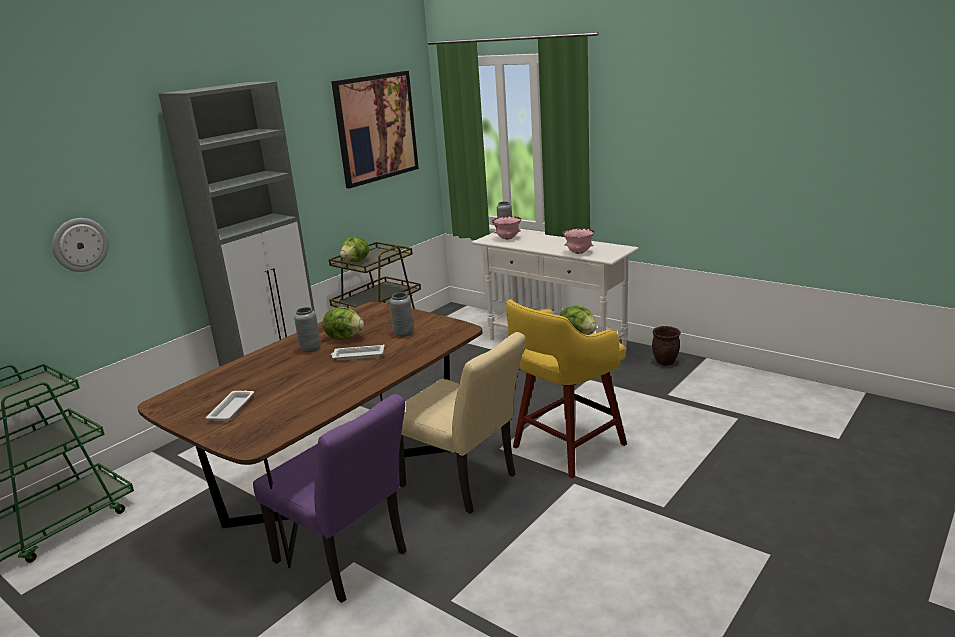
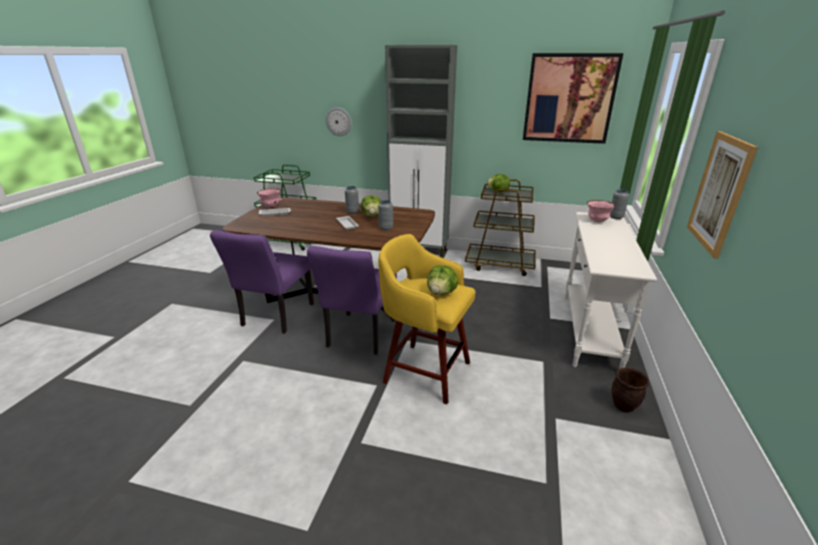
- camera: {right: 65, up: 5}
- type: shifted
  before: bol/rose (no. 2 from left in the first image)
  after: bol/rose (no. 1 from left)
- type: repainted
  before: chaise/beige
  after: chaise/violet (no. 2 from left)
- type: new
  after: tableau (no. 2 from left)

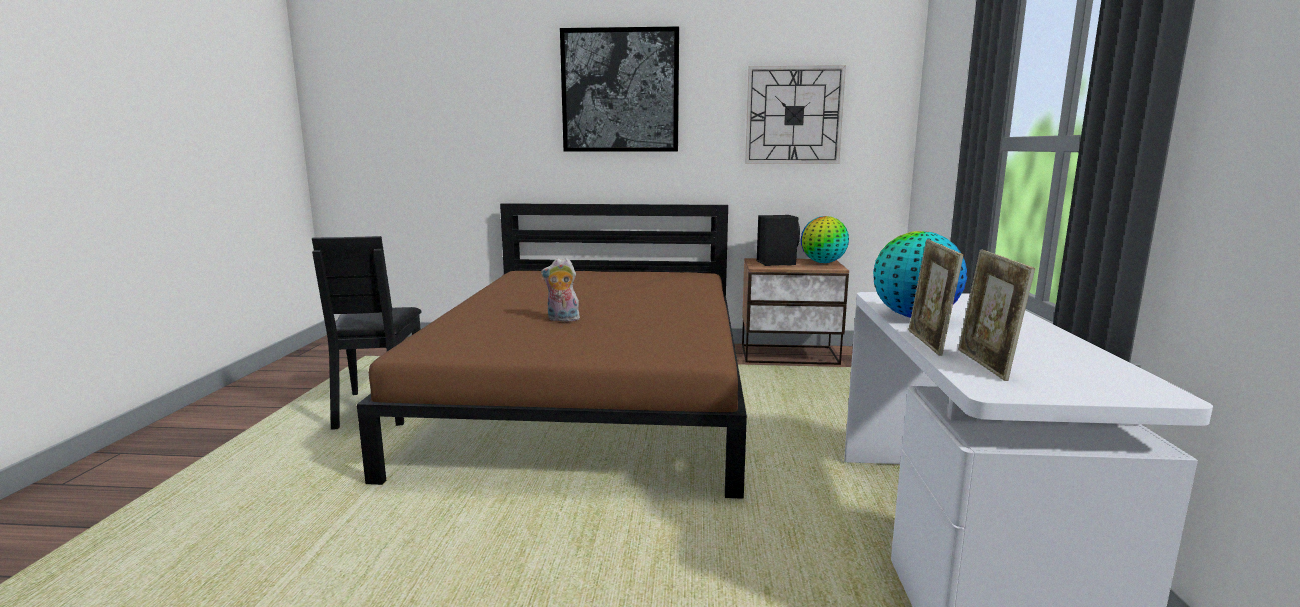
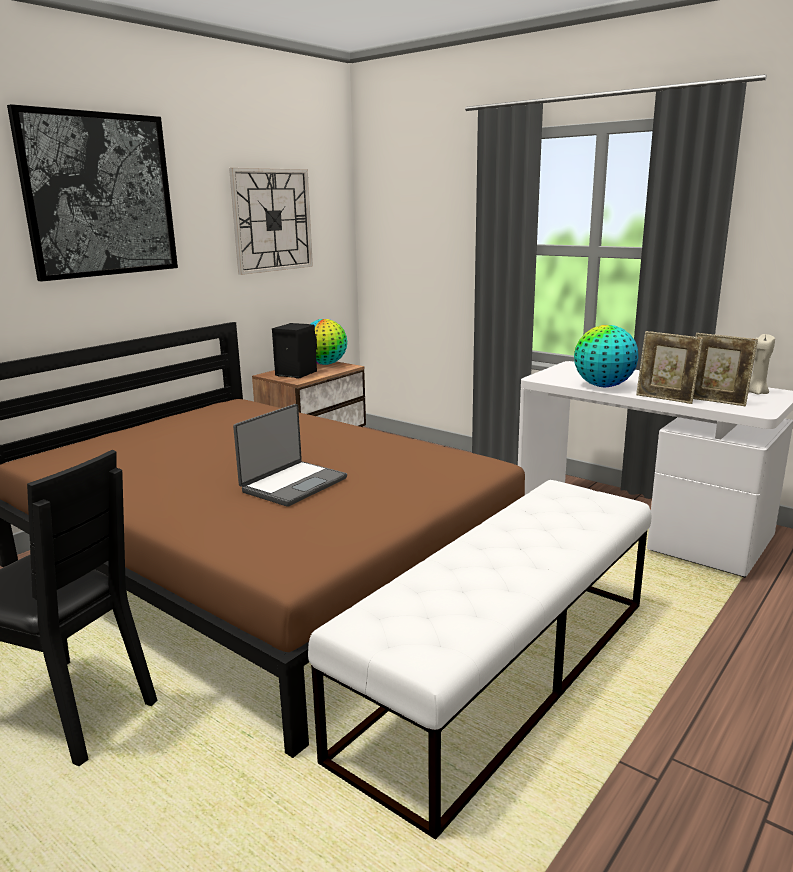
- camera: {right: -55, up: 5}
- type: swapped
  before: peluche
  after: ordinateur portable
- type: new
  after: banc/blanc
- type: new
  after: bougie/beige

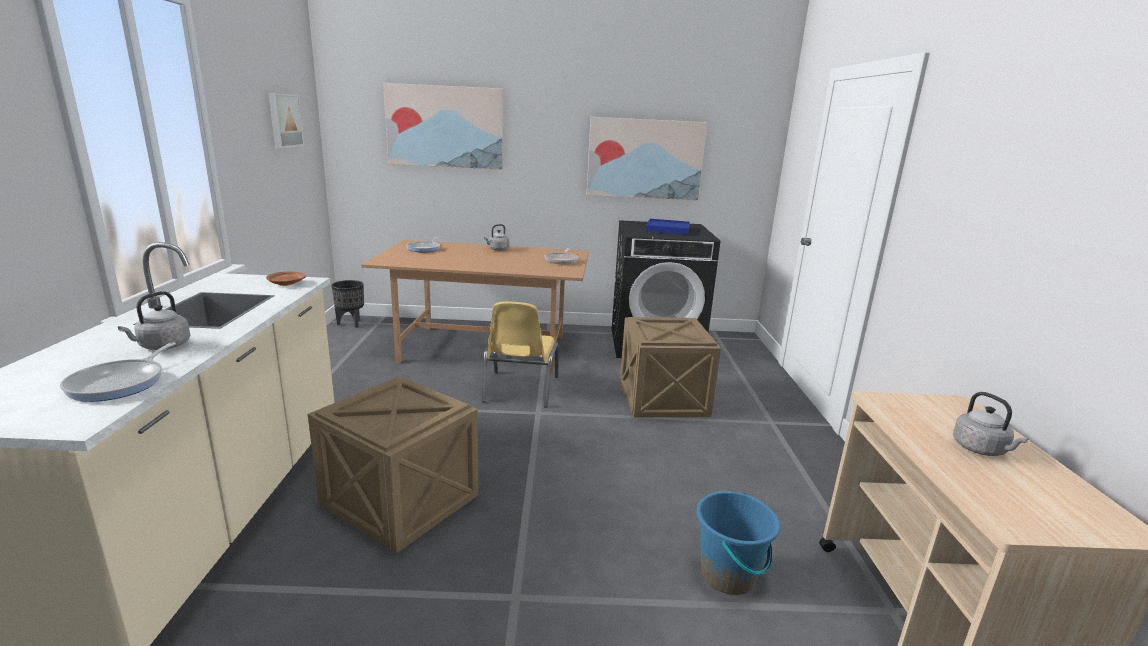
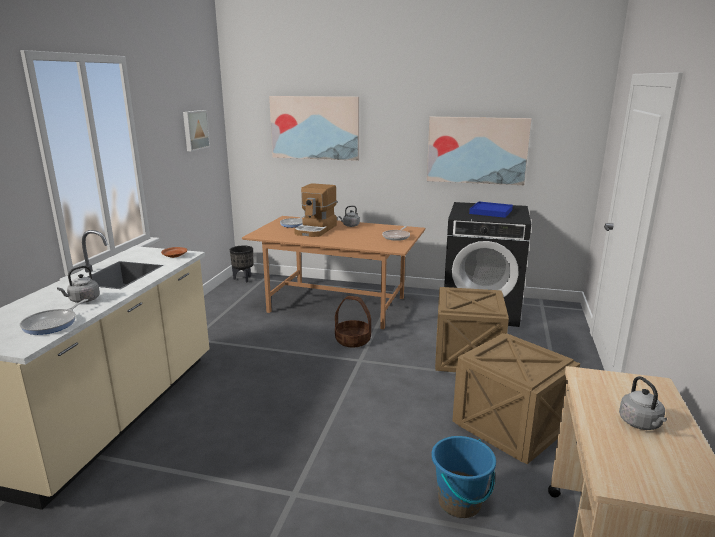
- camera: {right: 15, up: 0}
- type: new
  after: machine à café
- type: swapped
  before: chaise/jaune
  after: panier
- type: shifted
  before: caisse (no. 1 from left in the first image)
  after: caisse (no. 2 from left)

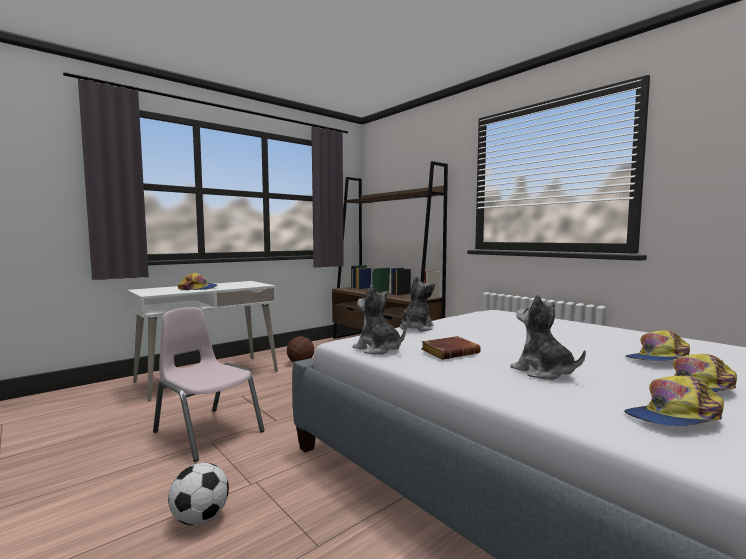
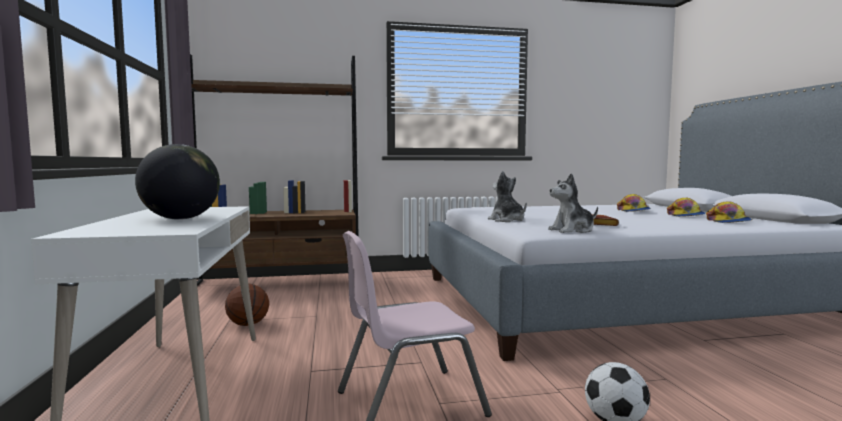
- camera: {right: -60, up: 0}
- type: swapped
  before: casquette (no. 1 from left)
  after: globe
- type: gone
  before: peluche (no. 3 from left)

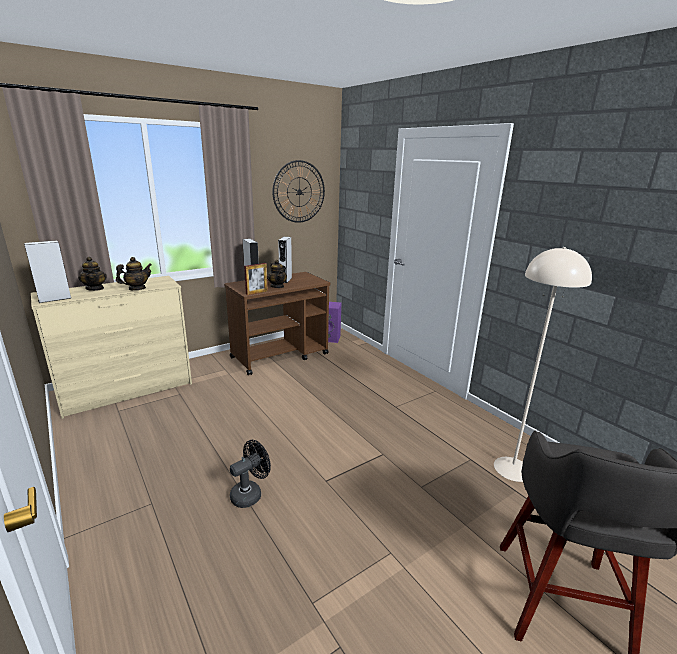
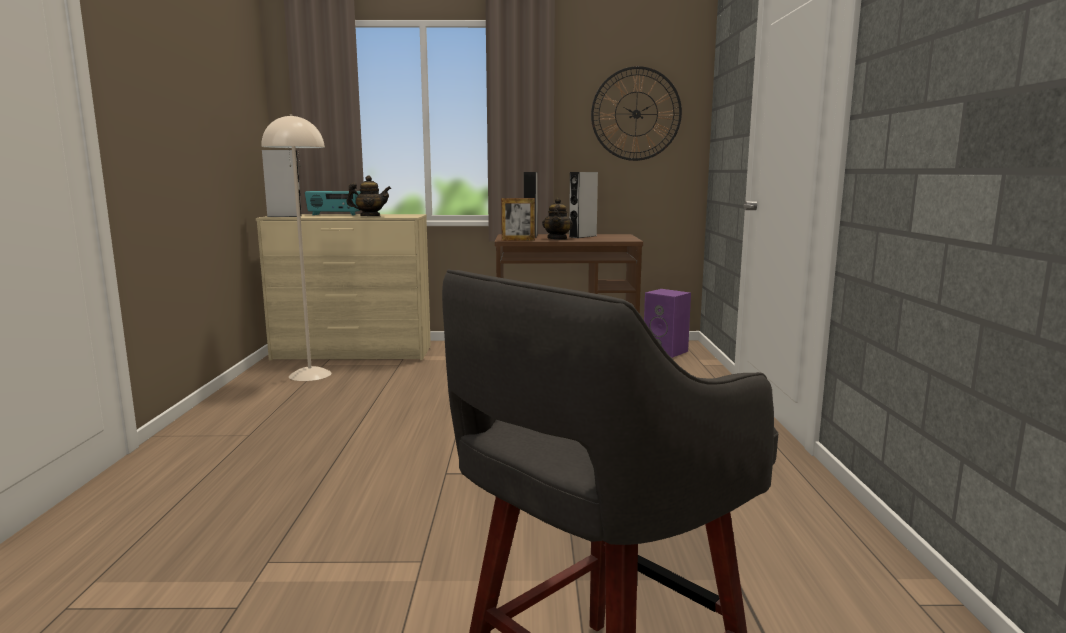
- camera: {right: 35, up: -10}
- type: shifted
  before: lampadaire/beige
- type: swapped
  before: théière (no. 1 from left)
  after: radio
- type: gone
  before: ventilateur/noir

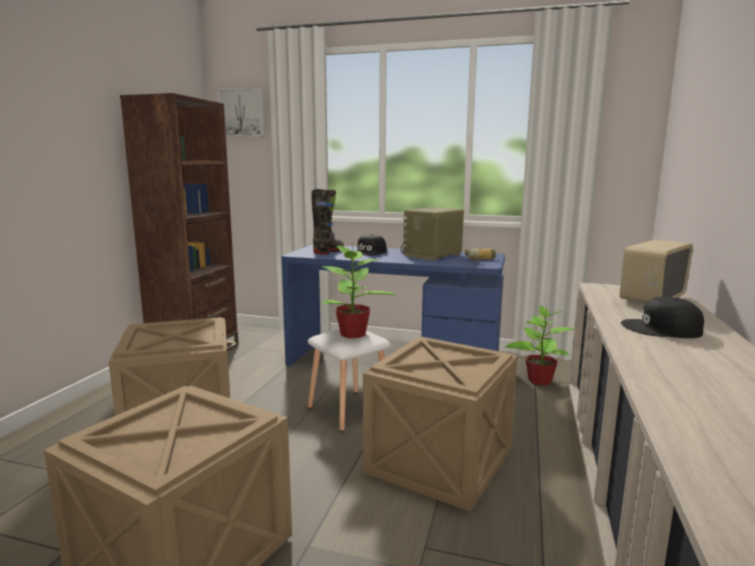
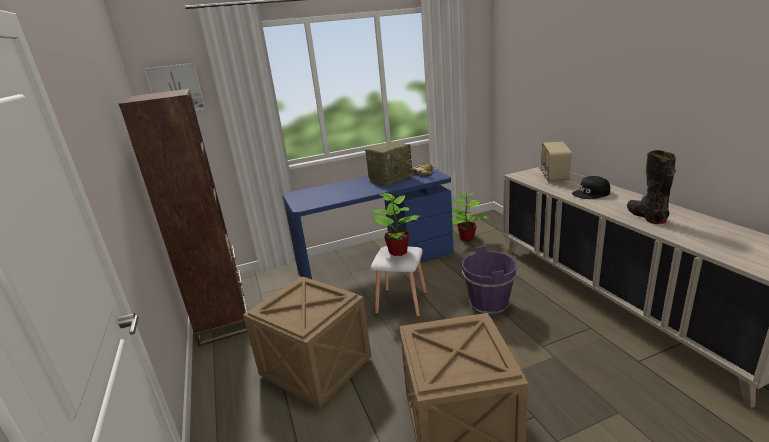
- camera: {right: -35, up: 10}
- type: rotated
  before: radio (no. 1 from left)
  turn: -135
- type: swapped
  before: caisse (no. 3 from left)
  after: seau/violet
- type: shifted
  before: botte/noir
- type: gone
  before: casquette/noir (no. 1 from left)

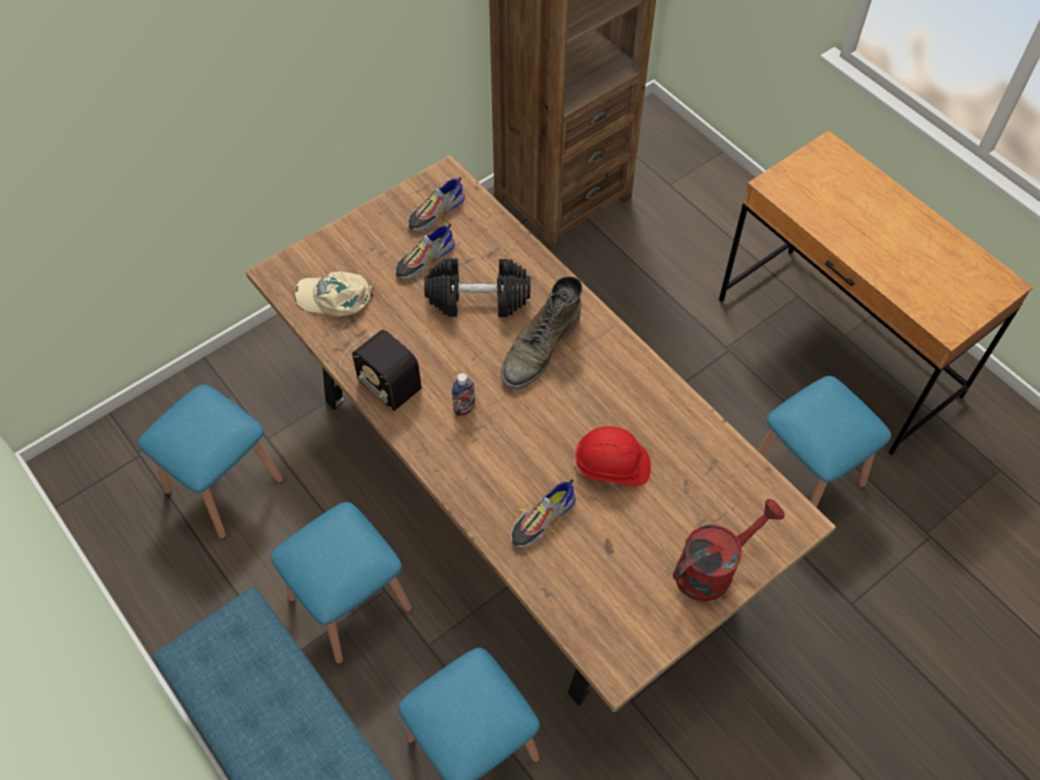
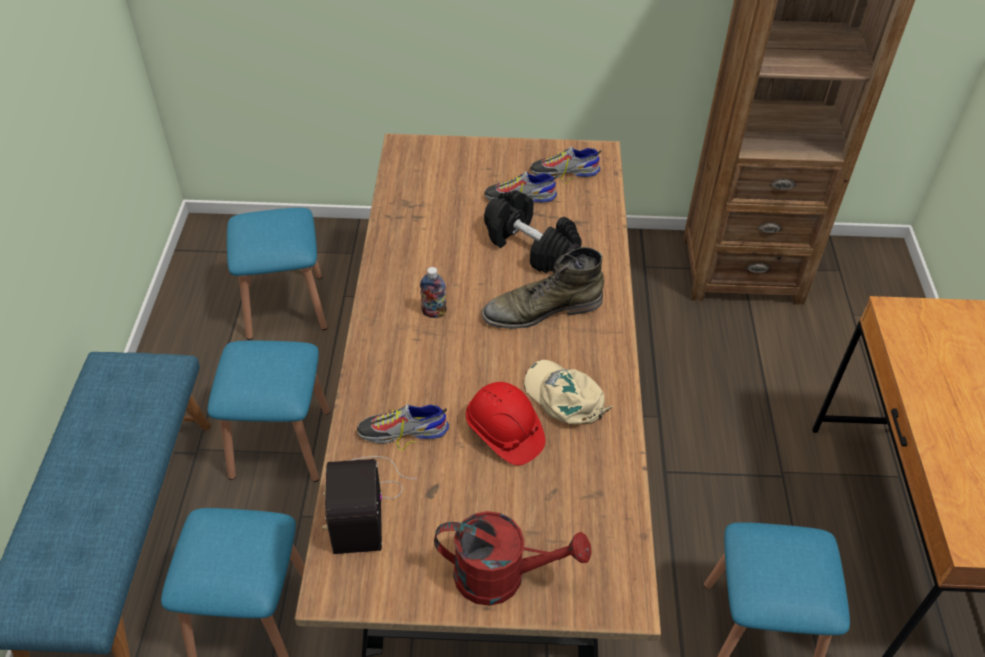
- camera: {right: 40, up: -10}
- type: shifted
  before: radio
- type: shifted
  before: casquette/beige

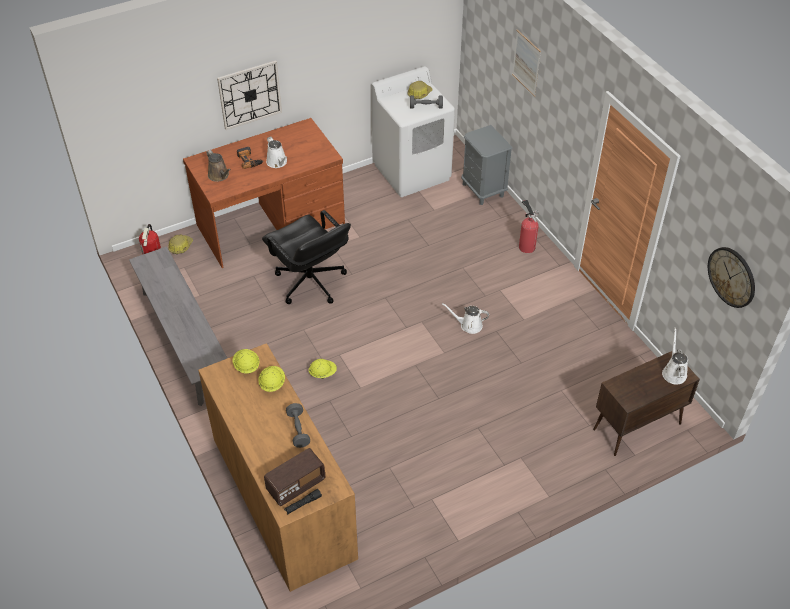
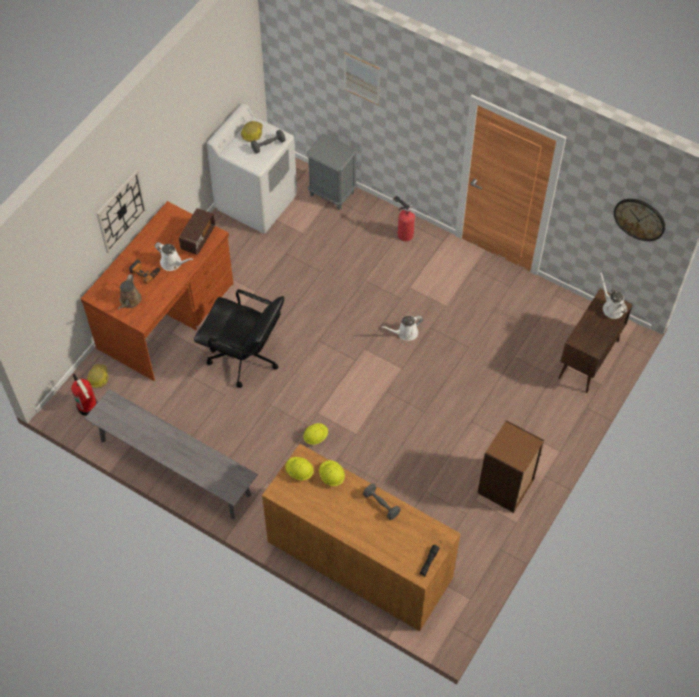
- camera: {right: -30, up: 10}
- type: rotated
  before: arrosoir/marron
  turn: 75
- type: shifted
  before: radio
- type: new
  after: bibliothèque/marron

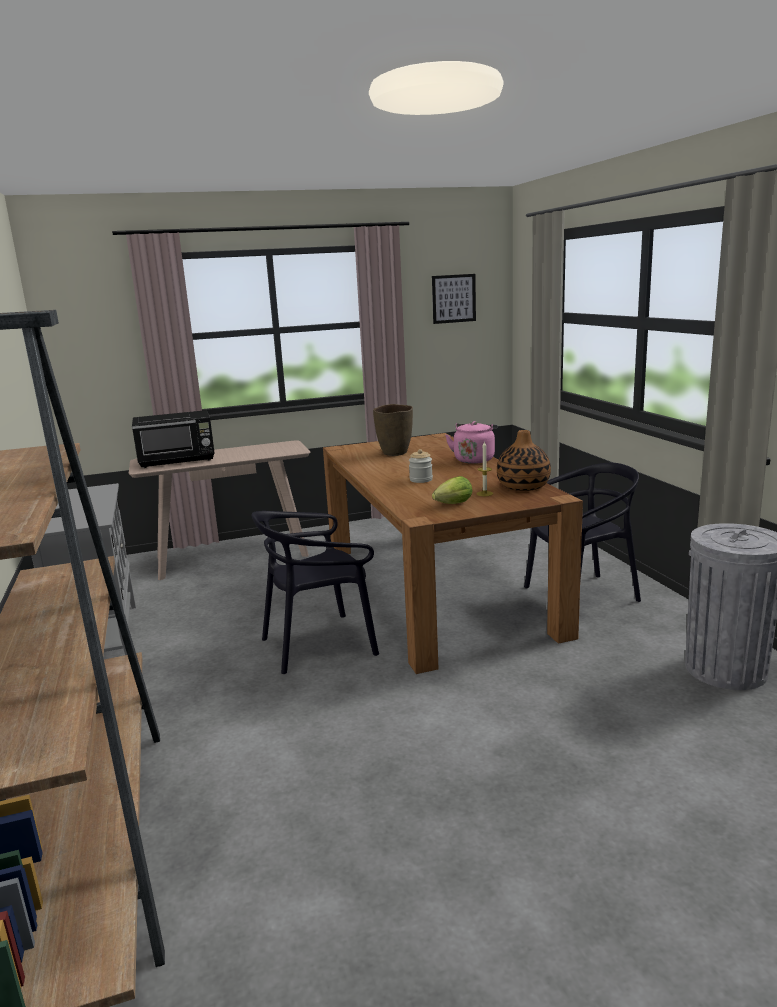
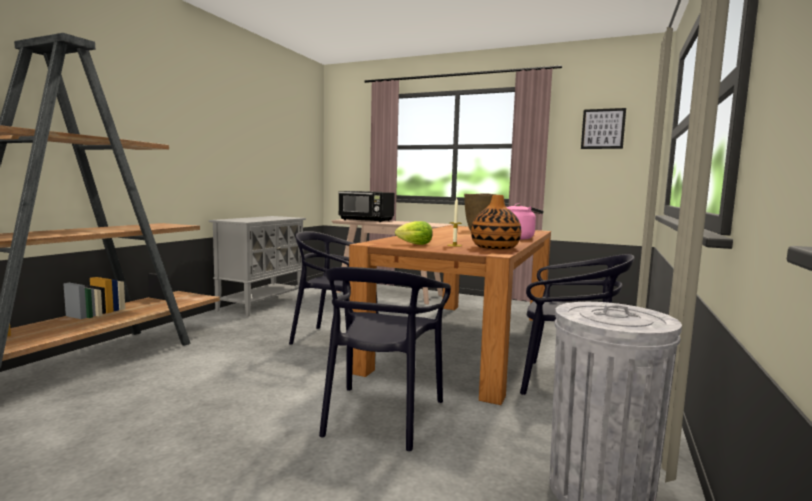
- camera: {right: 40, up: -10}
- type: new
  after: chaise/noir (no. 2 from left)
- type: gone
  before: bocal

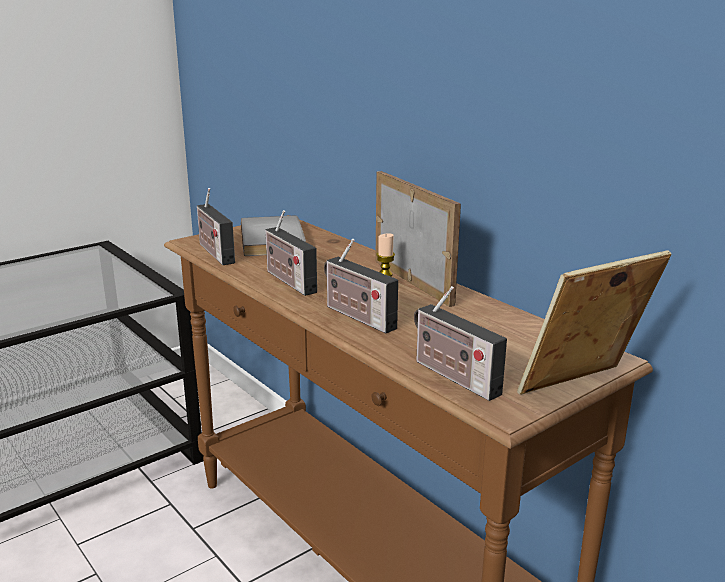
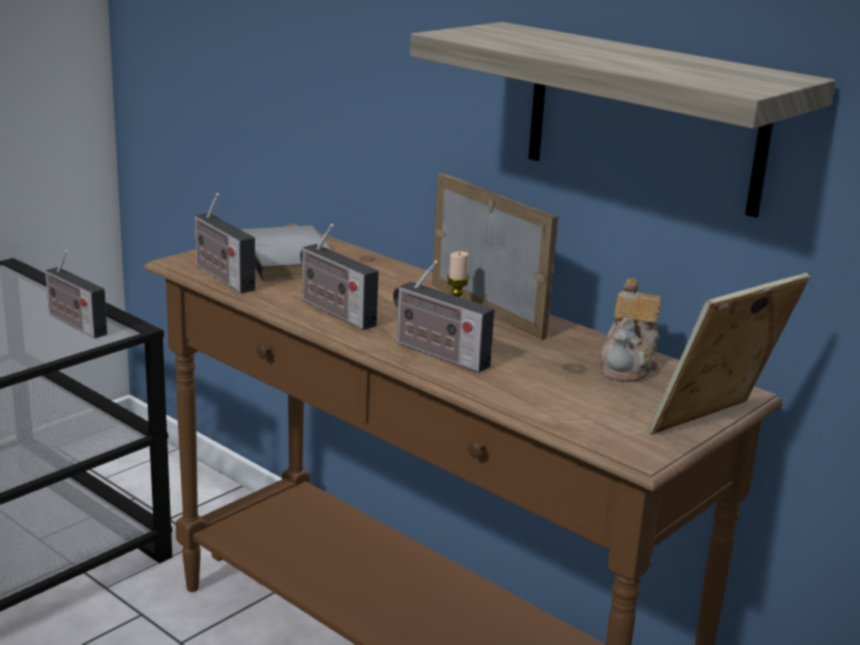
- camera: {right: -10, up: 0}
- type: shifted
  before: radio (no. 4 from left in the first image)
  after: radio (no. 1 from left)
- type: new
  after: étagère
- type: new
  after: théière

